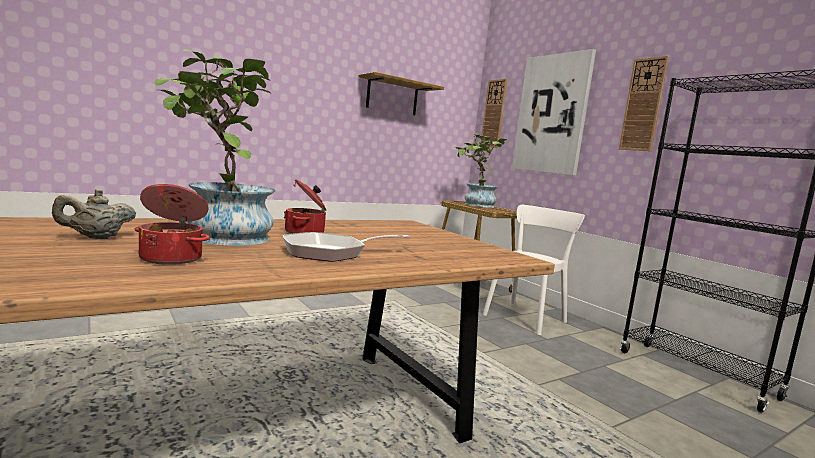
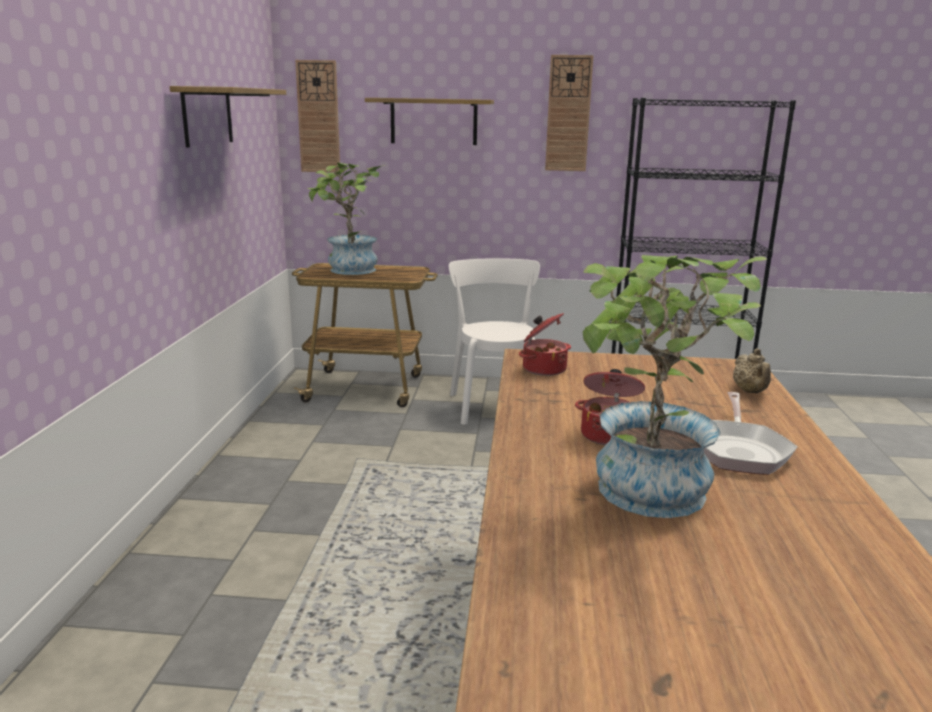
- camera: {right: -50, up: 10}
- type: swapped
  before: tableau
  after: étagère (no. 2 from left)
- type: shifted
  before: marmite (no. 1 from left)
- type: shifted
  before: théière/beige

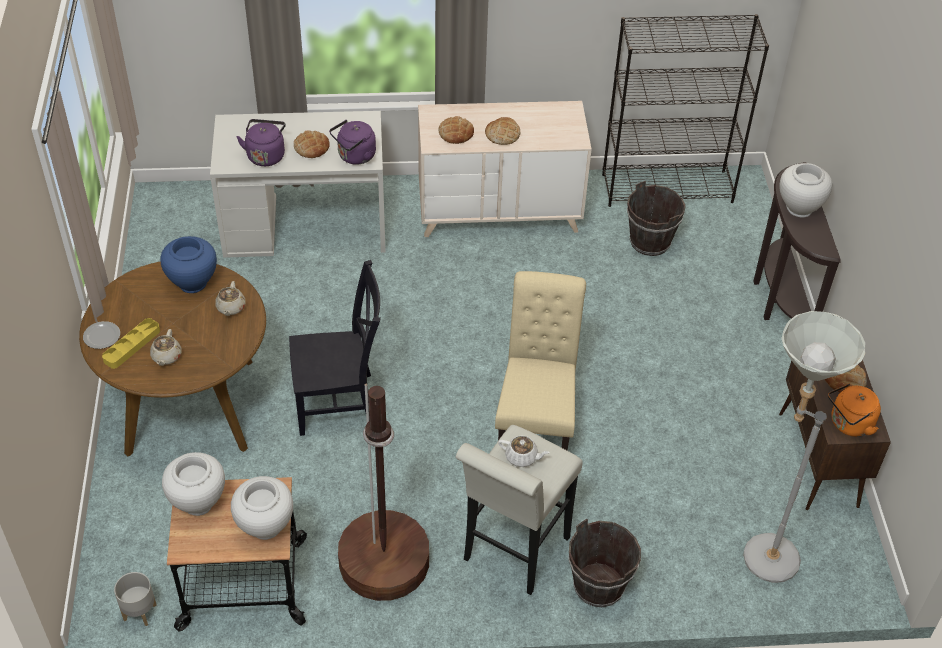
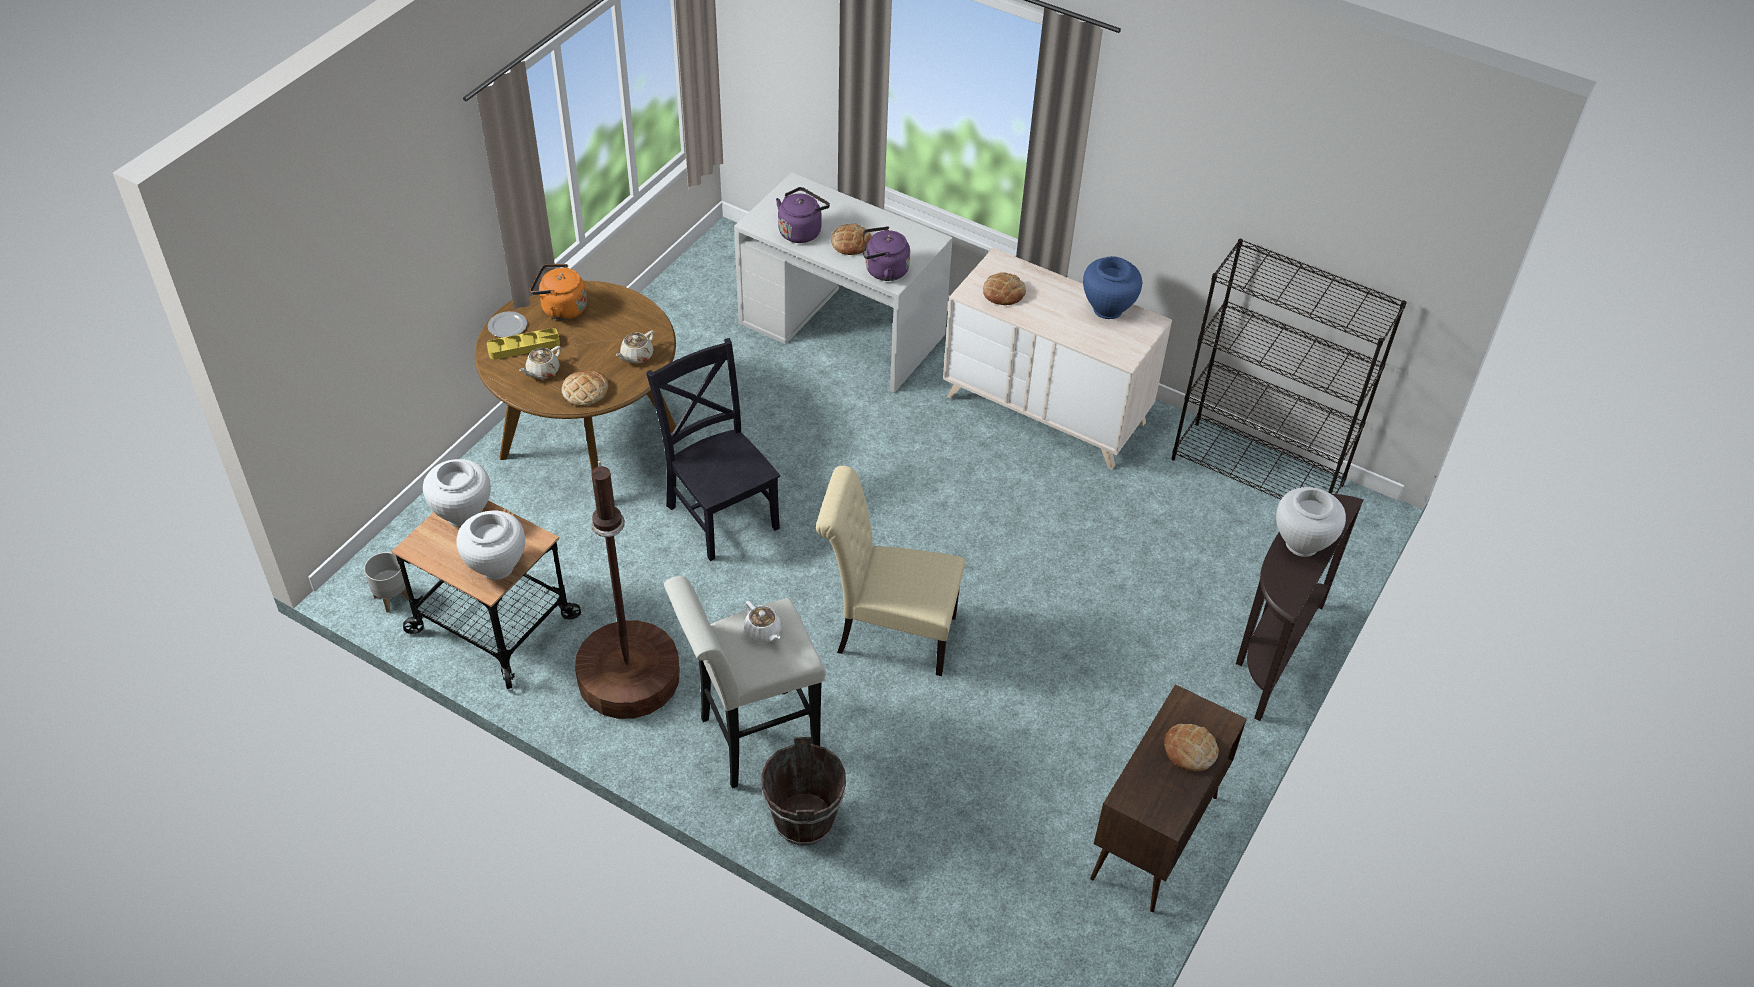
- camera: {right: 35, up: 0}
- type: shifted
  before: bouilloire/orange
- type: shifted
  before: pain (no. 3 from left in the first image)
  after: pain (no. 1 from left)
- type: rotated
  before: chaise/noir
  turn: -150
- type: rotated
  before: chaise/beige
  turn: -120
- type: shifted
  before: vase/bleu
- type: gone
  before: seau/marron (no. 2 from left)
- type: gone
  before: lampadaire/gris

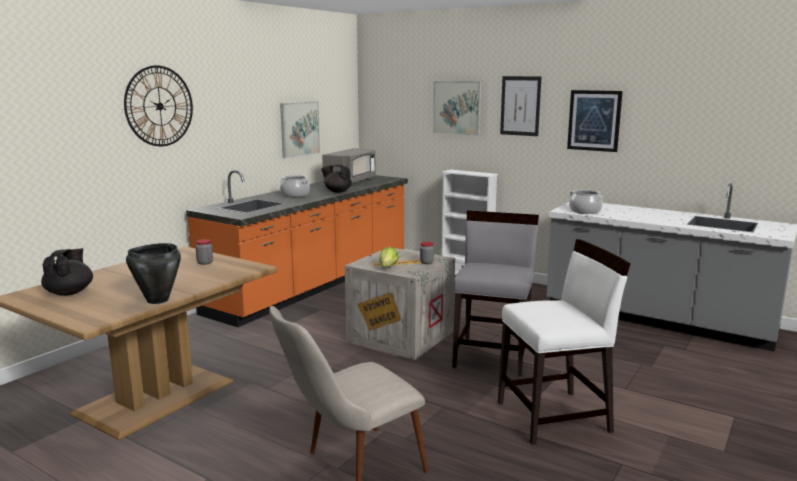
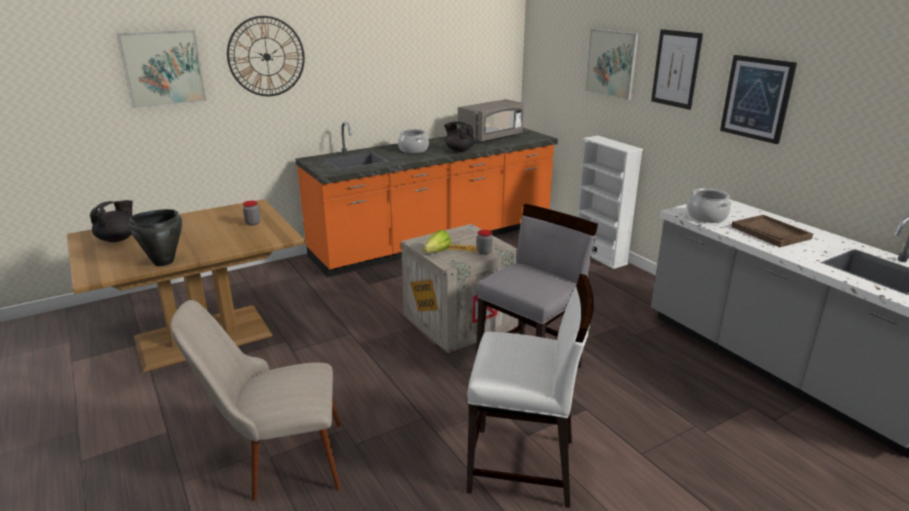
- camera: {right: 25, up: 10}
- type: shifted
  before: tableau (no. 1 from left)
- type: new
  after: plateau/marron

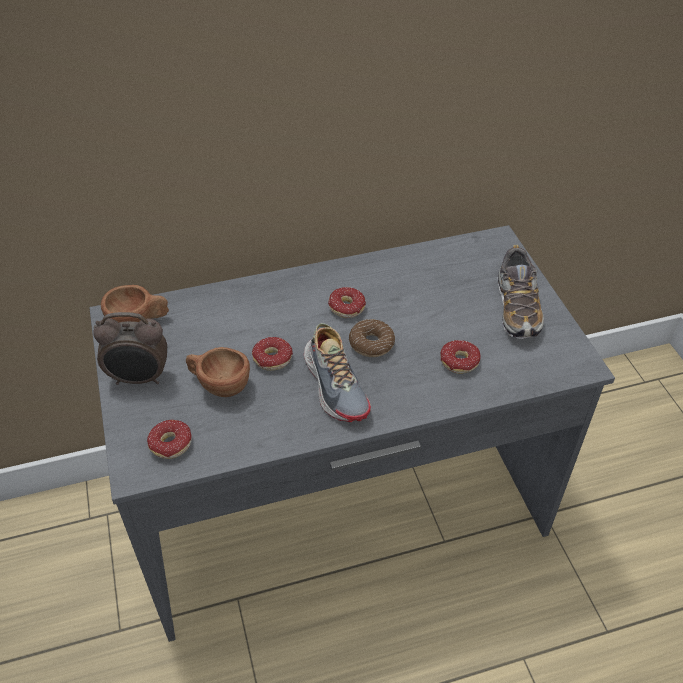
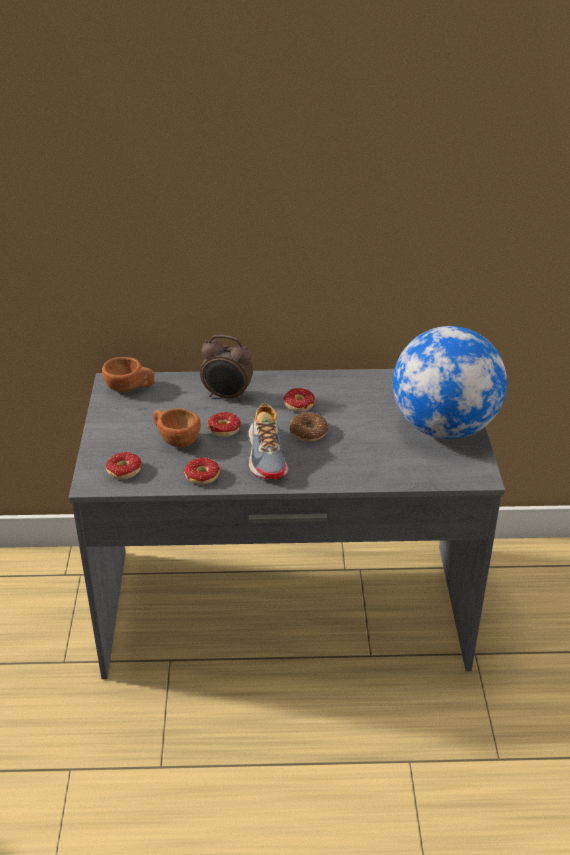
- camera: {right: 15, up: -10}
- type: shifted
  before: beignet (no. 5 from left in the first image)
  after: beignet (no. 2 from left)
- type: shifted
  before: réveil
- type: swapped
  before: chaussure (no. 2 from left)
  after: globe

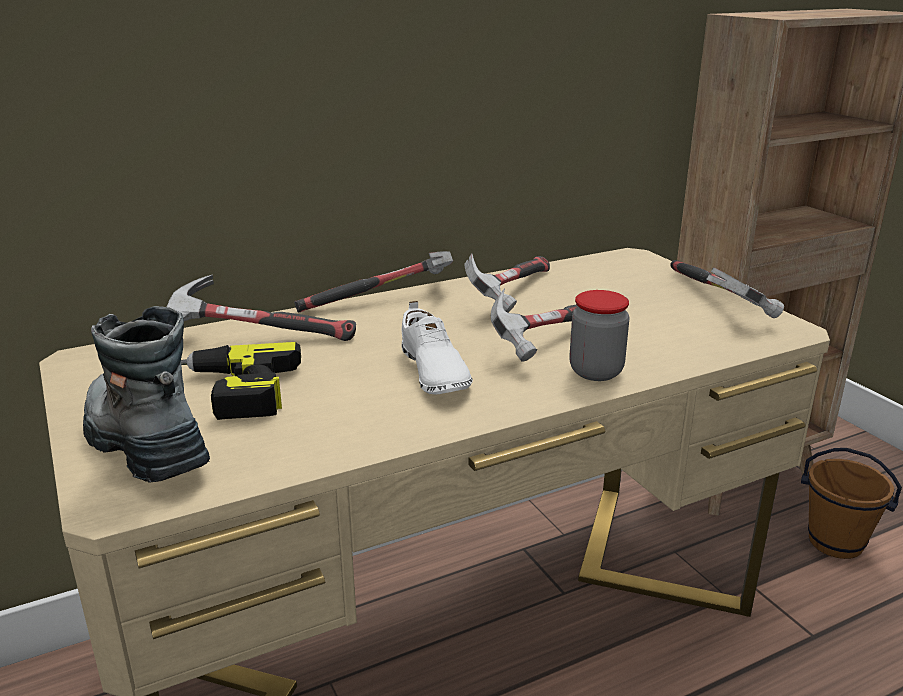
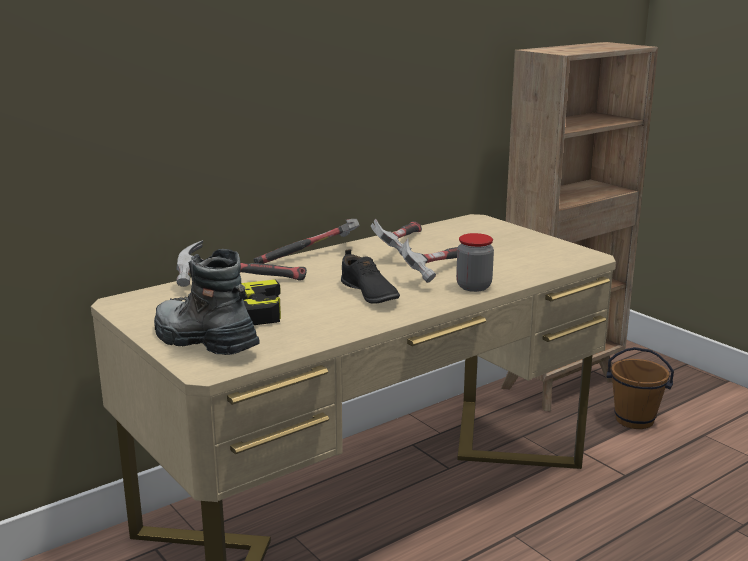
- camera: {right: -10, up: -5}
- type: repainted
  before: chaussure/blanc
  after: chaussure/noir
- type: gone
  before: marteau (no. 5 from left)

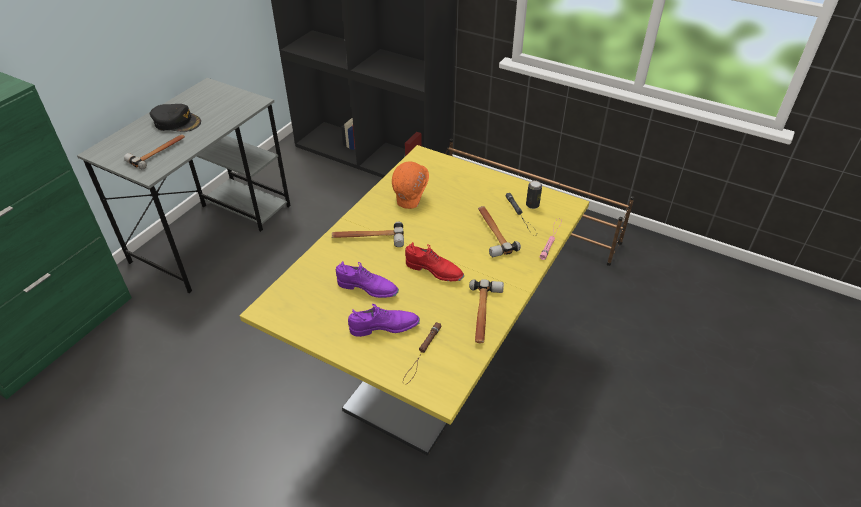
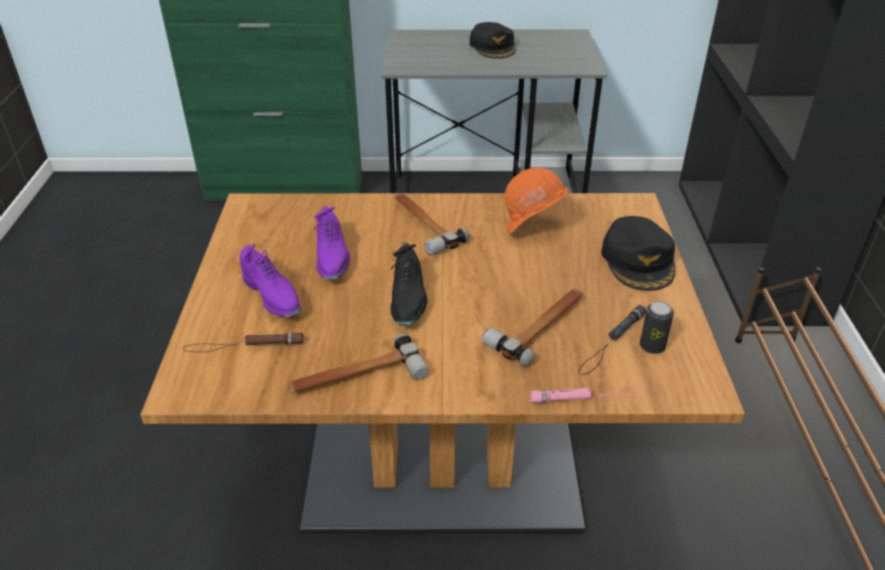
- camera: {right: 60, up: -5}
- type: repainted
  before: table à manger/jaune
  after: table à manger/marron
- type: repainted
  before: chaussure/rouge
  after: chaussure/noir
- type: new
  after: casquette/noir (no. 2 from left)
- type: gone
  before: marteau (no. 1 from left)

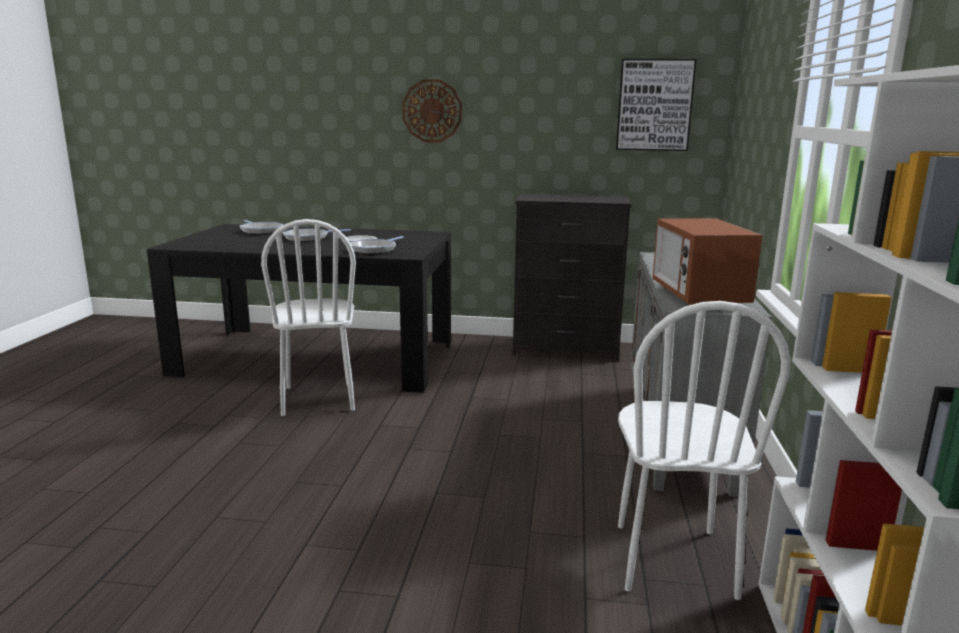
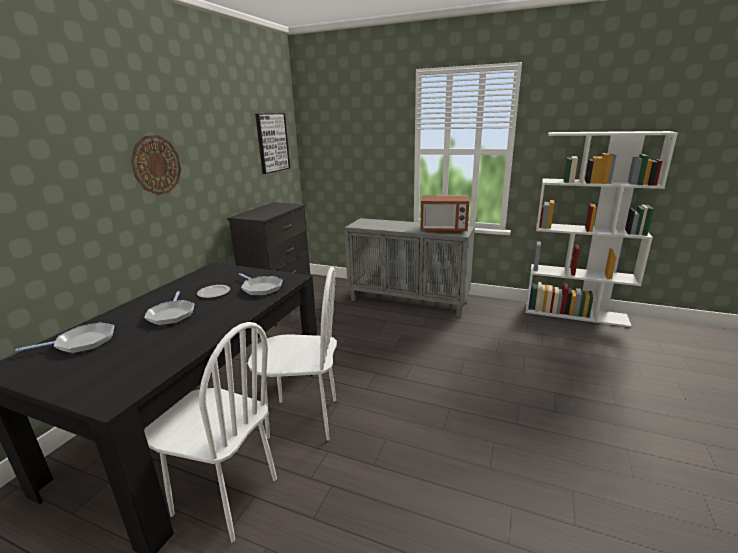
- camera: {right: -75, up: 5}
- type: shifted
  before: chaise/blanc (no. 2 from left in the first image)
  after: chaise/blanc (no. 1 from left)

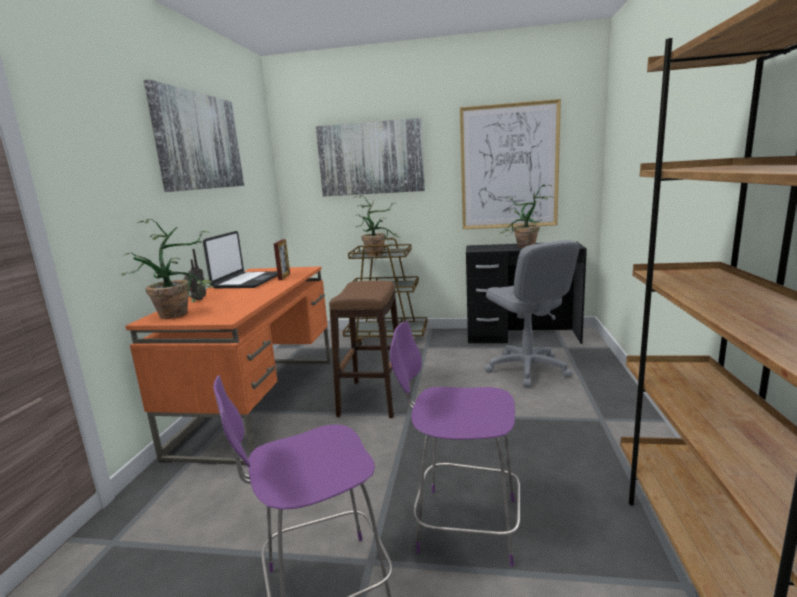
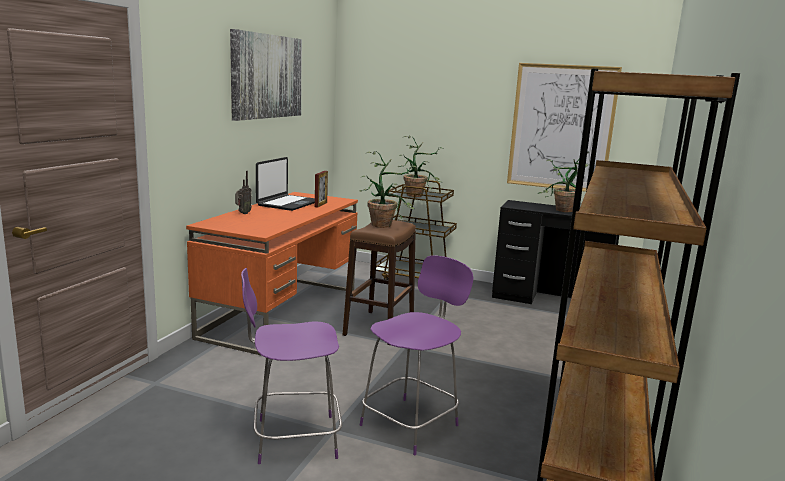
- camera: {right: 10, up: 0}
- type: shifted
  before: plante en pot (no. 1 from left)
- type: rotated
  before: chaise/violet (no. 2 from left)
  turn: 105
- type: gone
  before: tableau (no. 2 from left)
- type: gone
  before: chaise de bureau/gris

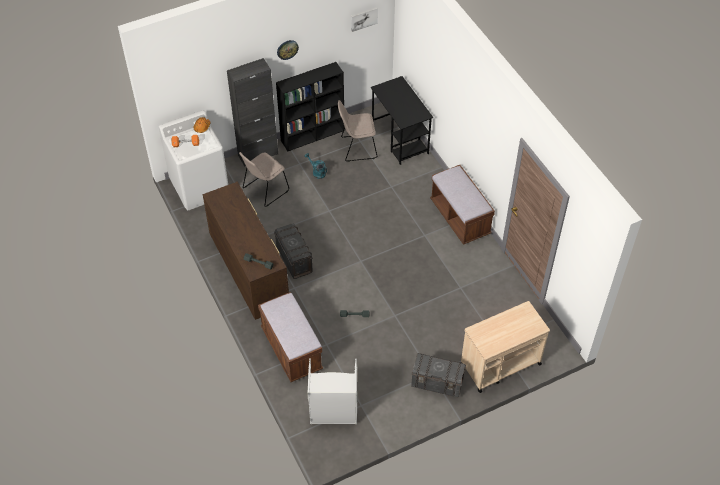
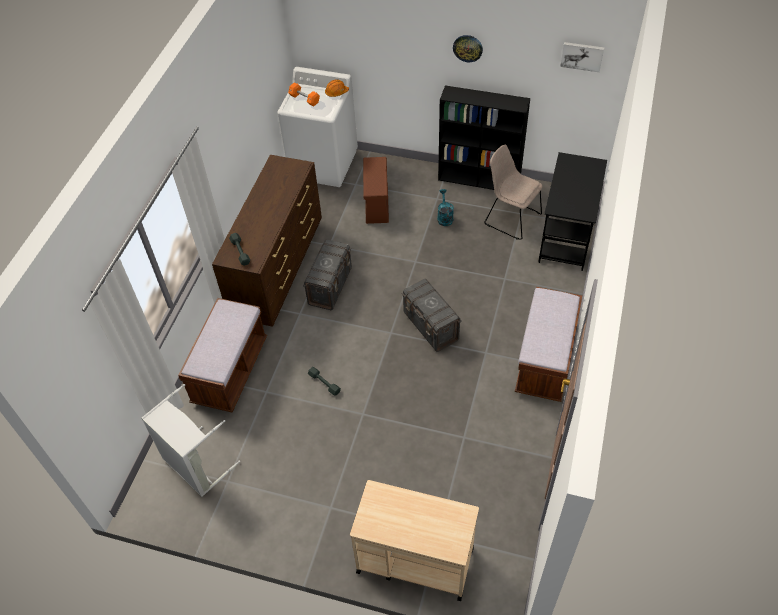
- camera: {right: 45, up: 0}
- type: swapped
  before: chaise/beige (no. 1 from left)
  after: boîte de rangement/marron
- type: shifted
  before: boîte de rangement/gris (no. 2 from left)
- type: gone
  before: meuble de rangement/noir

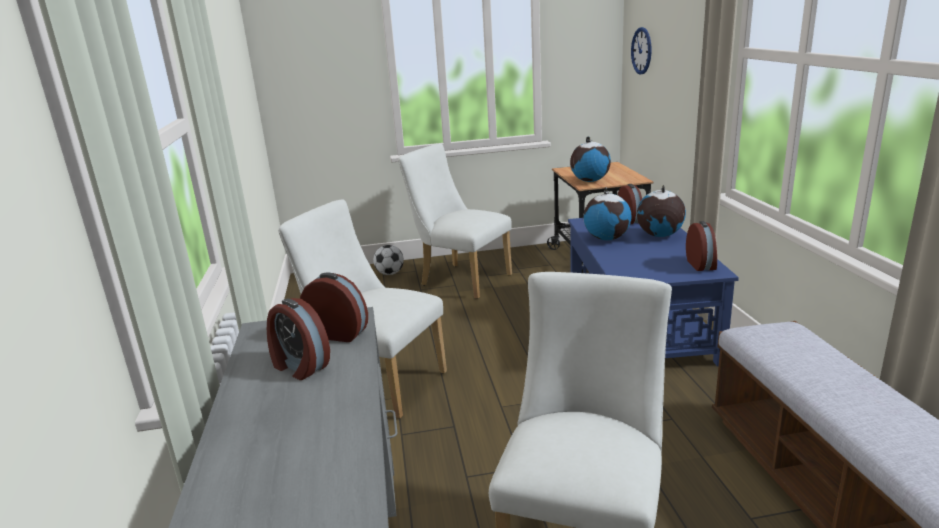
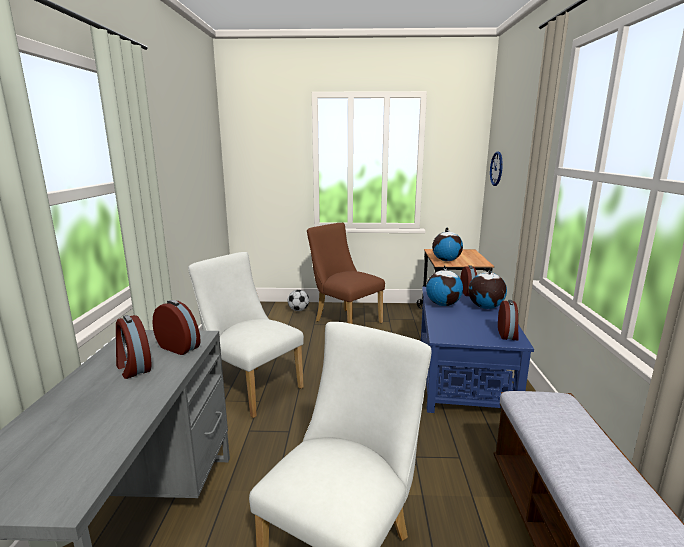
- camera: {right: 10, up: -5}
- type: repainted
  before: chaise/blanc (no. 2 from left)
  after: chaise/marron

